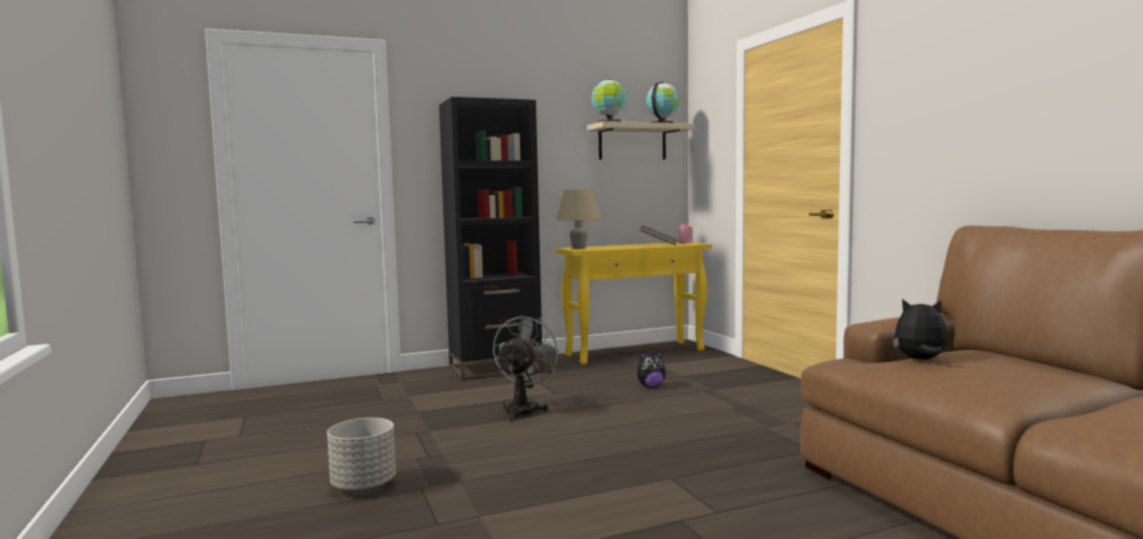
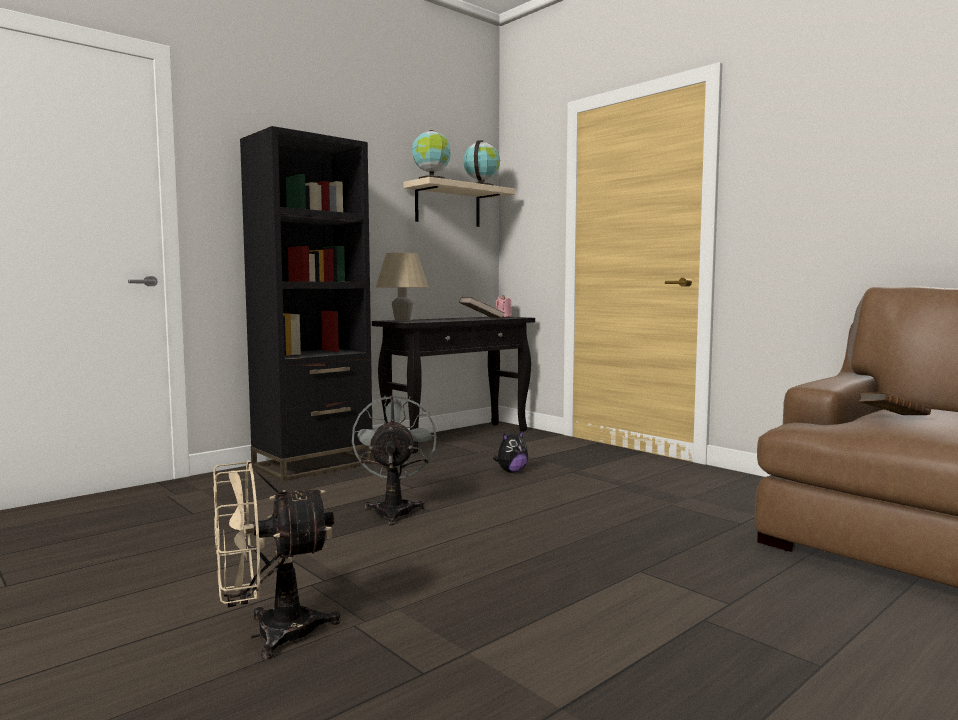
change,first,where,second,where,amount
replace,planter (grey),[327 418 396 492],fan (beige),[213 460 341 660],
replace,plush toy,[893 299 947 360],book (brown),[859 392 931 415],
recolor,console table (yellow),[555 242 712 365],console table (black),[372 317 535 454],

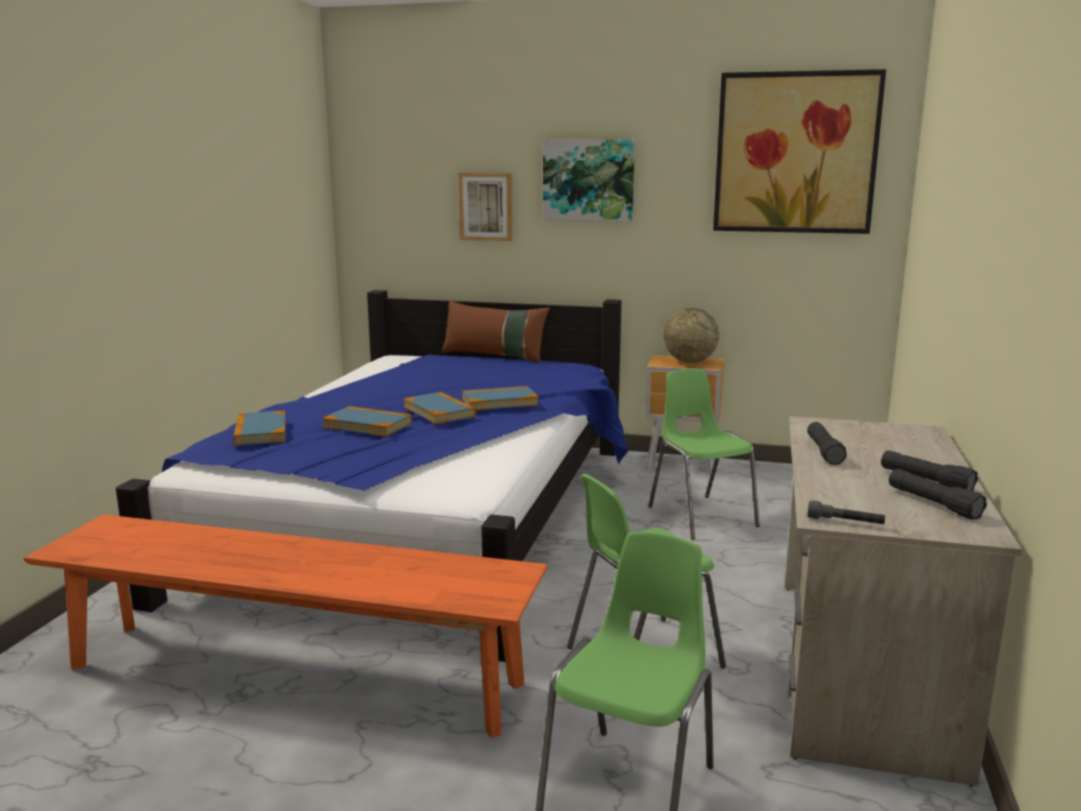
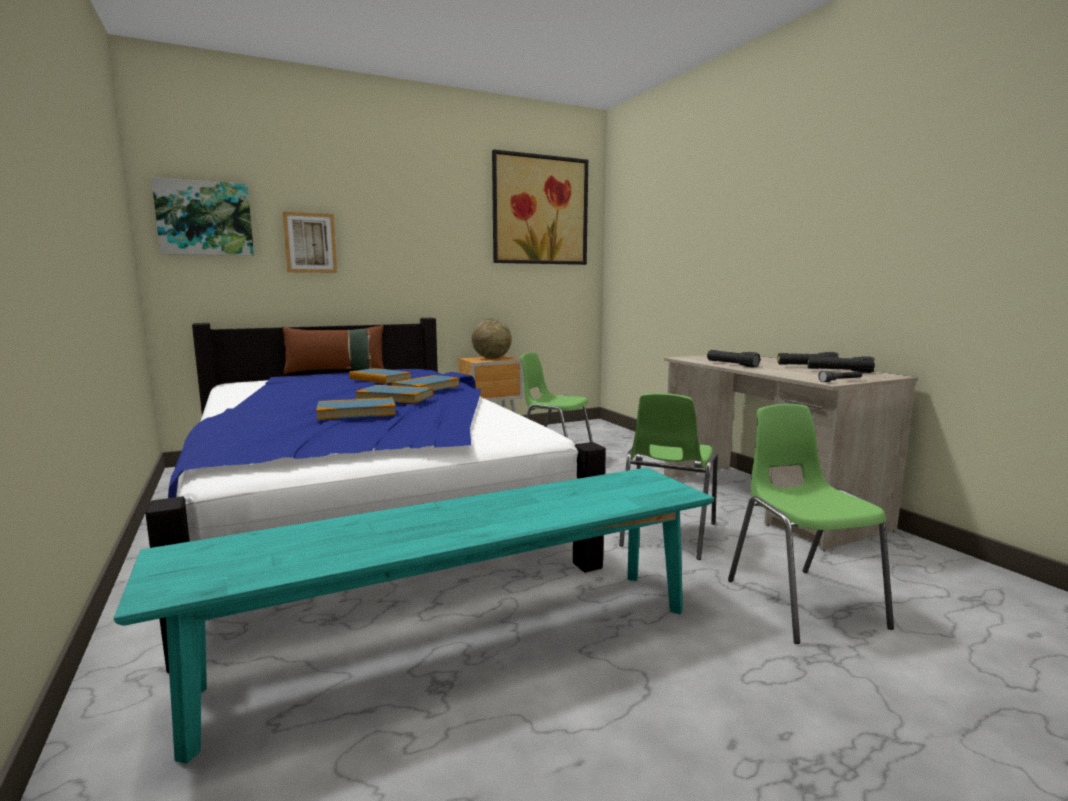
change,first,where,second,where,amount
move,book,[233 411 286 446],,[349 368 411 384],
move,picture,[543 139 635 221],,[151 177 254 256],
recolor,bench (orange),[23 514 548 738],bench (turquoise),[114 468 714 764],

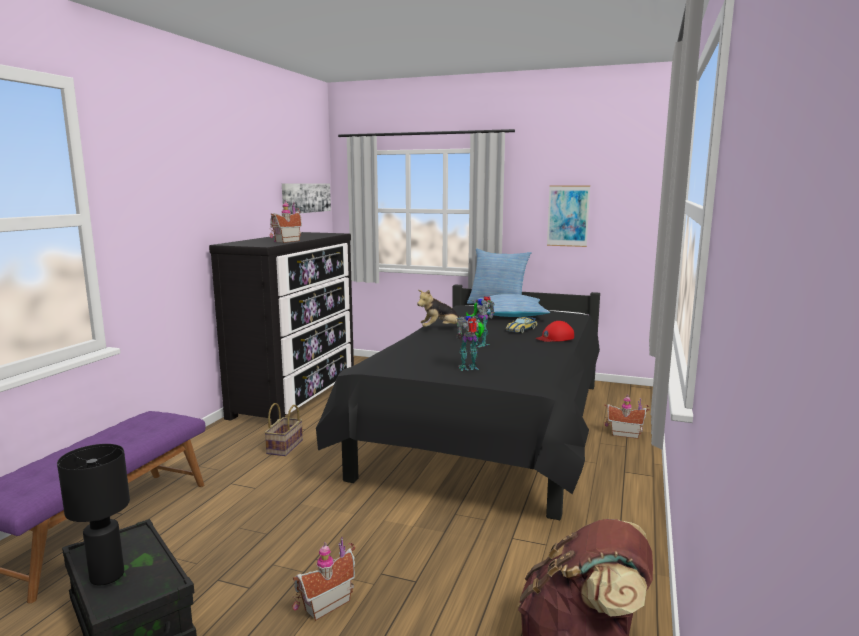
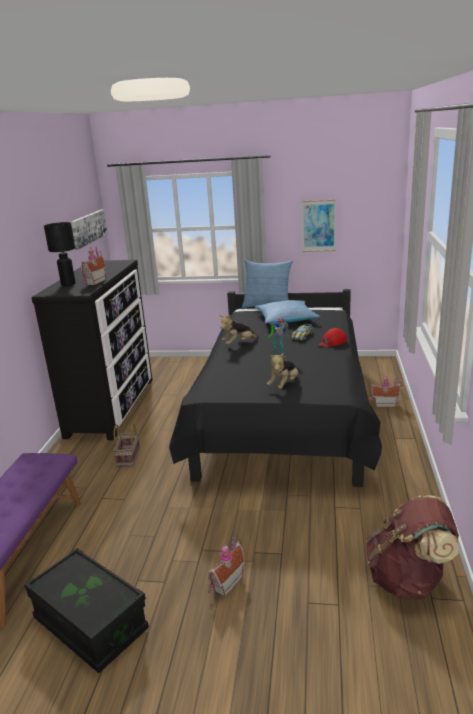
change,first,where,second,where,amount
move,table lamp (black),[57 444 130 585],,[44 222 76 286],
replace,toy robot,[456 315 485 371],plush toy,[267 353 298 389],

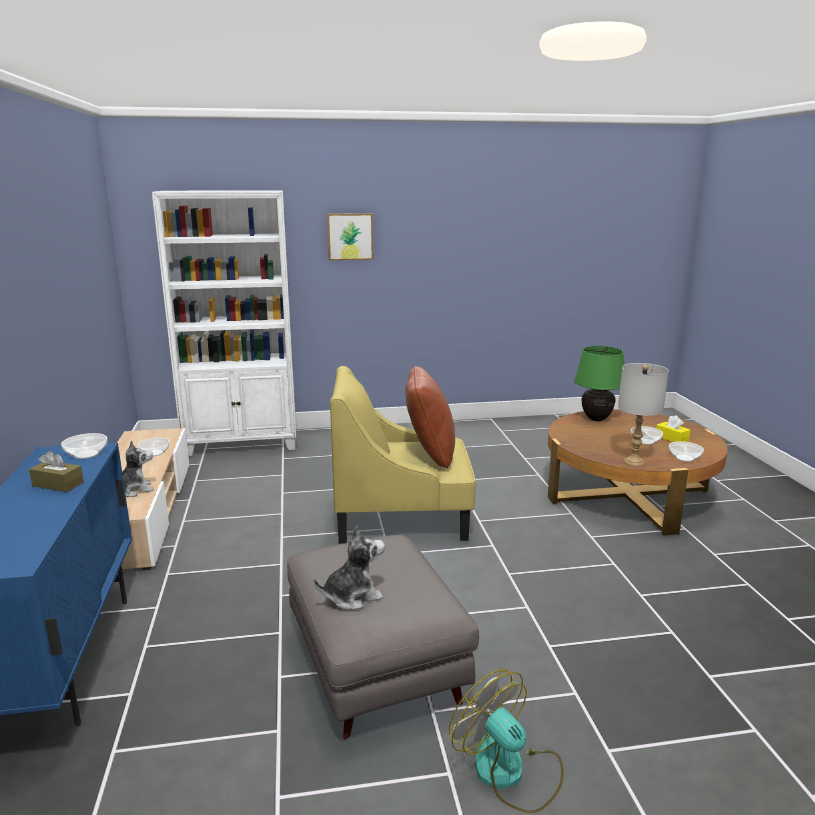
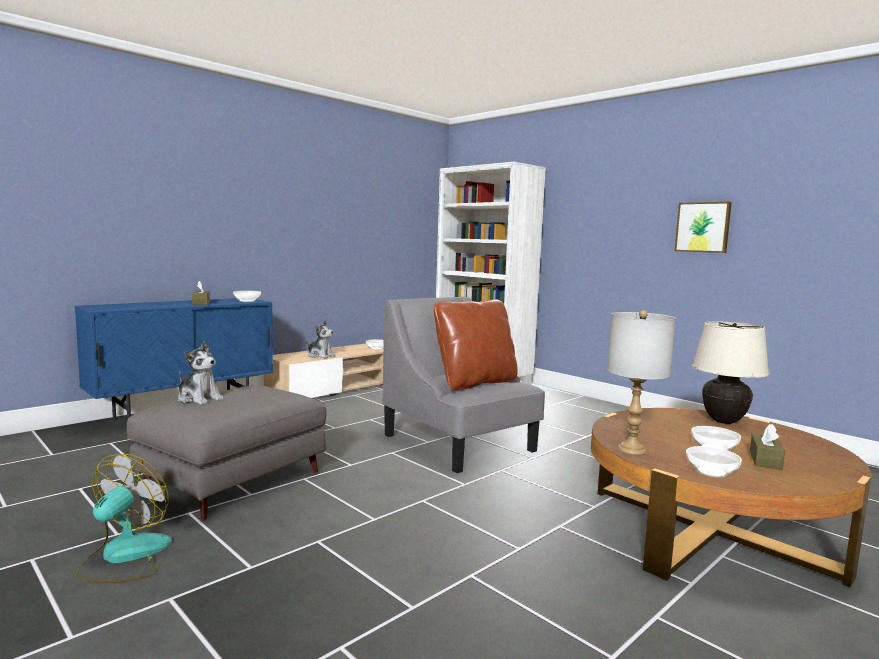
change,first,where,second,where,amount
move,picture,[327 213 373 260],,[675 202 732 253],
recolor,armchair (yellow),[330 366 476 544],armchair (grey),[382 297 545 473],
recolor,table lamp (green),[574 346 624 421],table lamp (beige),[692 321 770 424],
recolor,tissue box (yellow),[656 415 690 442],tissue box (brown),[750 424 785 470],

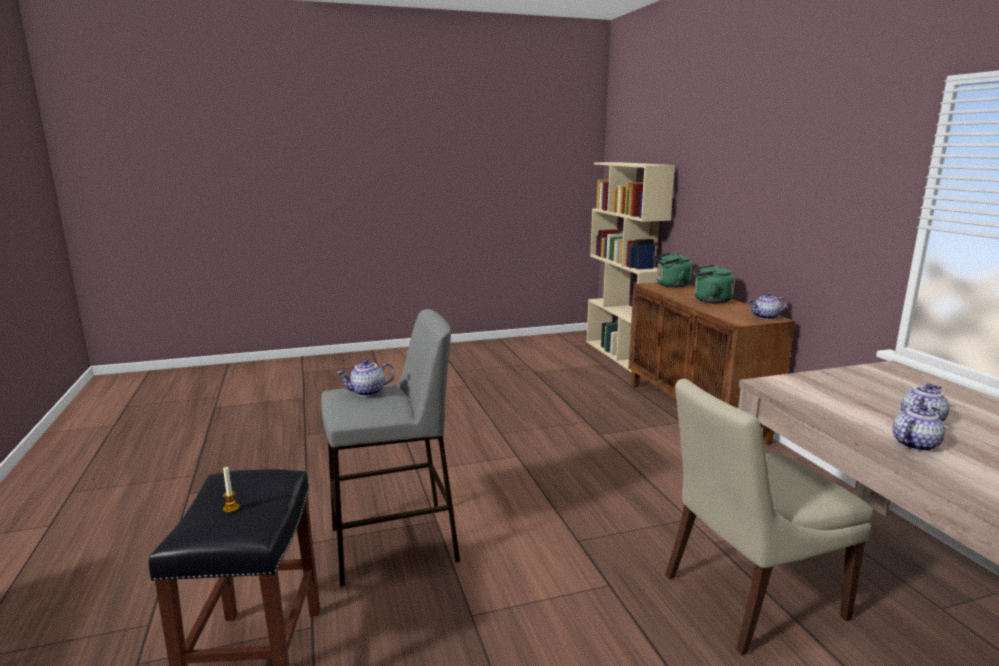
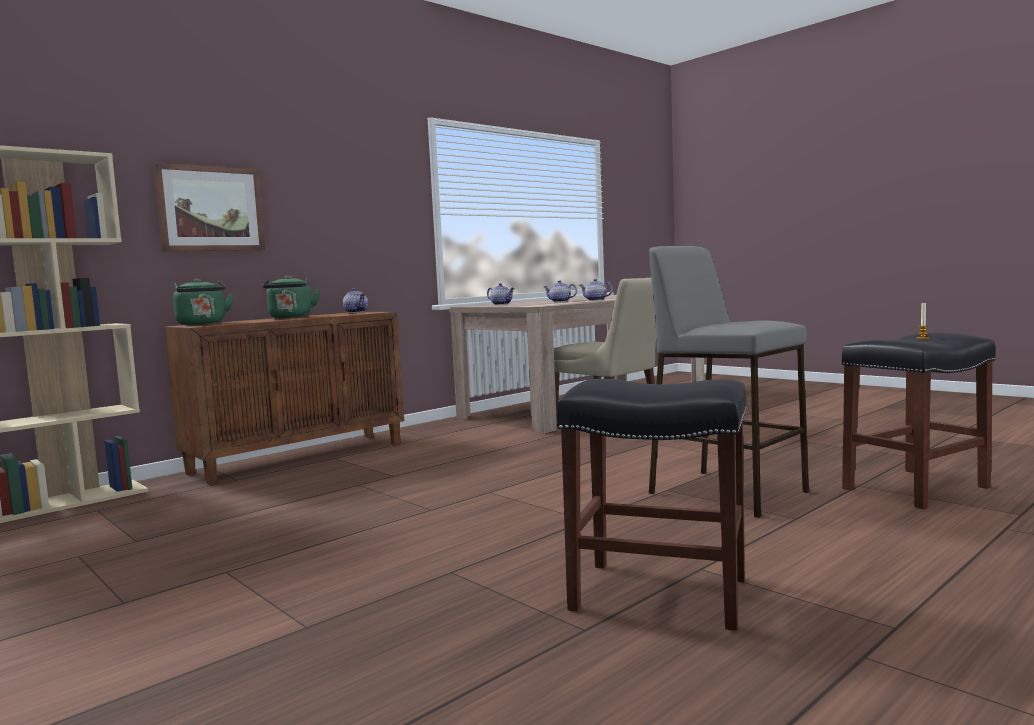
change,first,where,second,where,amount
insert,,,picture,[153 163 265 251],
insert,,,stool (black),[557 379 747 631],
move,teapot,[337 360 395 396],,[487 283 515 305],

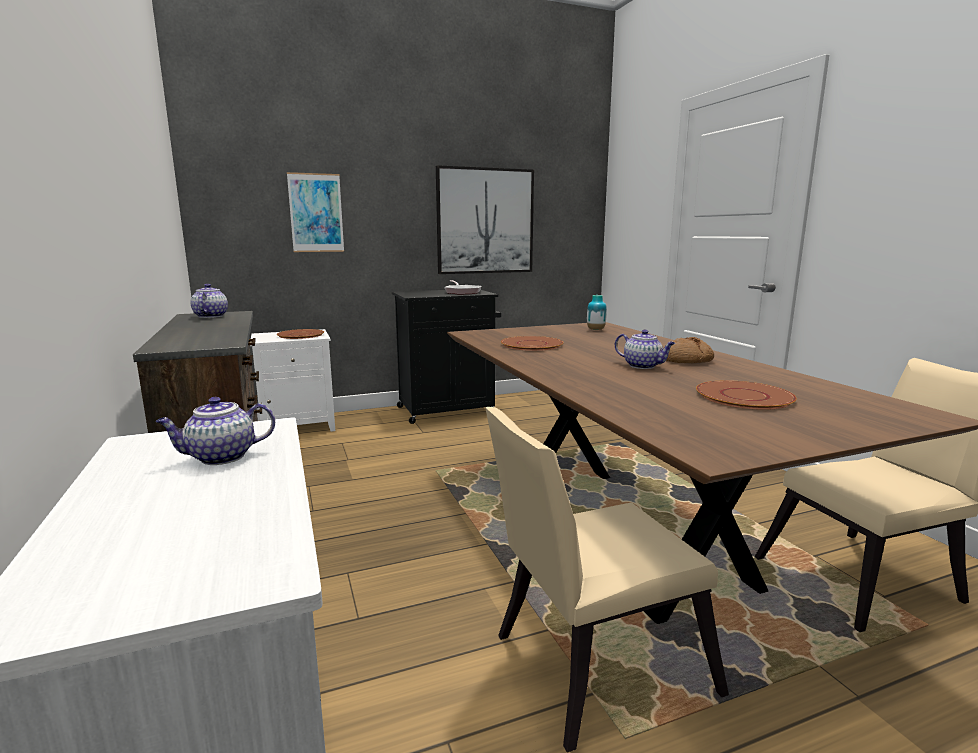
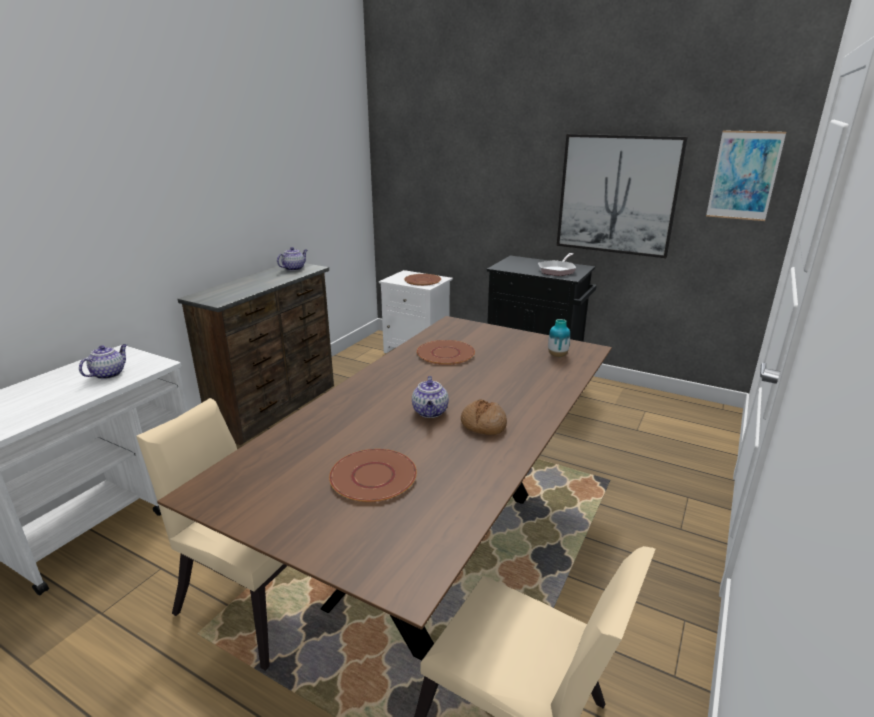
change,first,where,second,where,amount
move,picture,[287 172 344 252],,[706 130 786 221],
rotate,teapot,[155 397 275 465],,[79 344 127 379],90 degrees clockwise

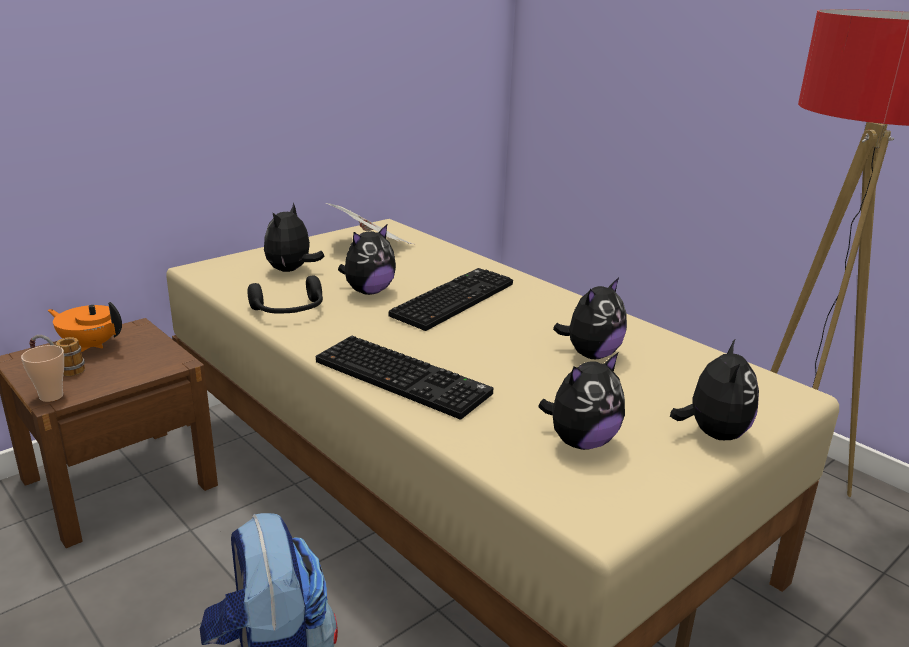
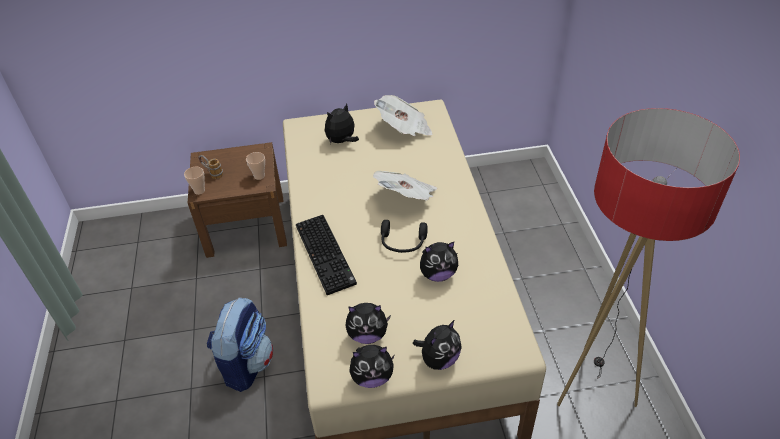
change,first,where,second,where,amount
delete,teapot (orange),[48 302 122 352],,,
insert,,,cup,[246 152 265 180],
move,headphones (black),[248 276 323 314],,[381 220 428 253],
move,plush toy,[338 224 396 295],,[349 345 395 388],
replace,keyboard,[389 268 513 331],newspaper,[373 171 437 201],

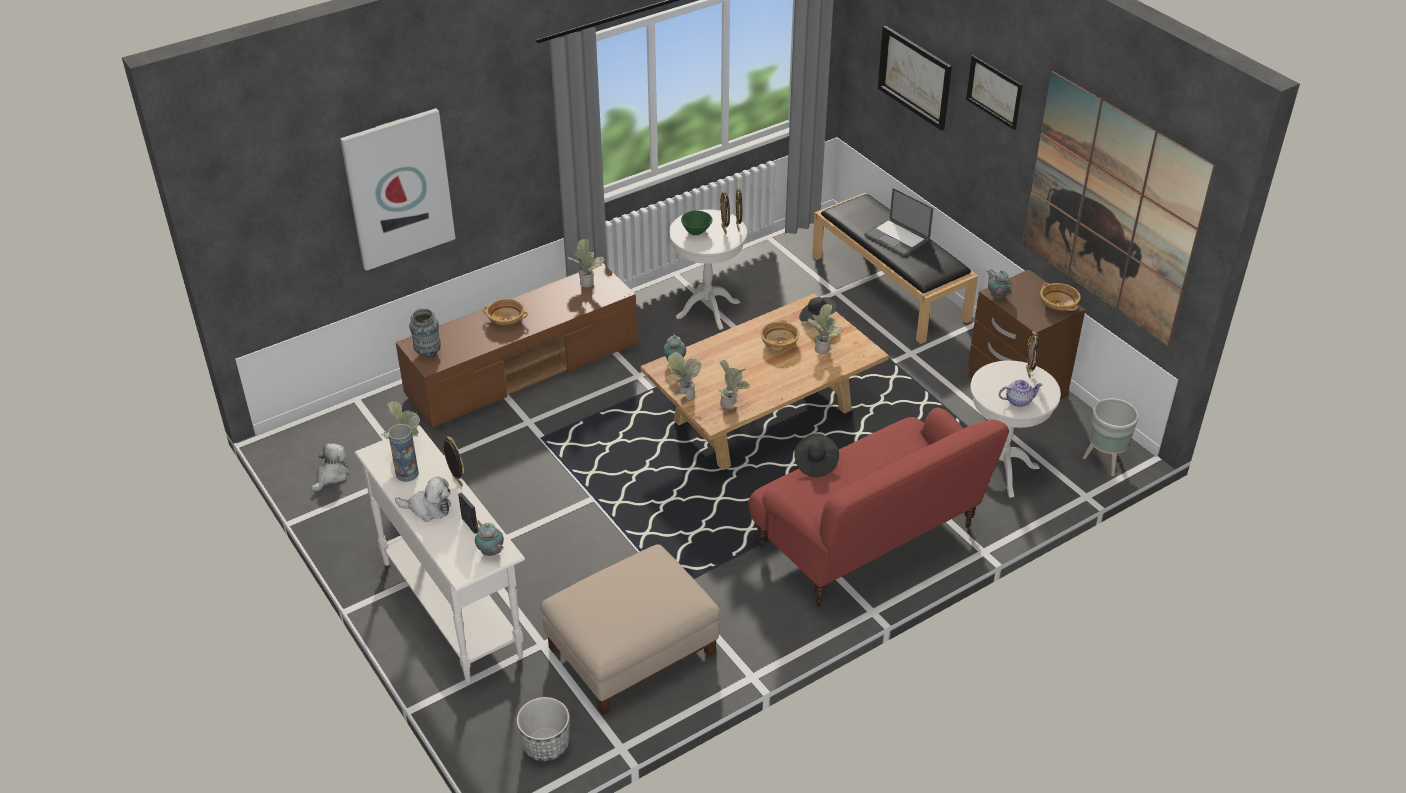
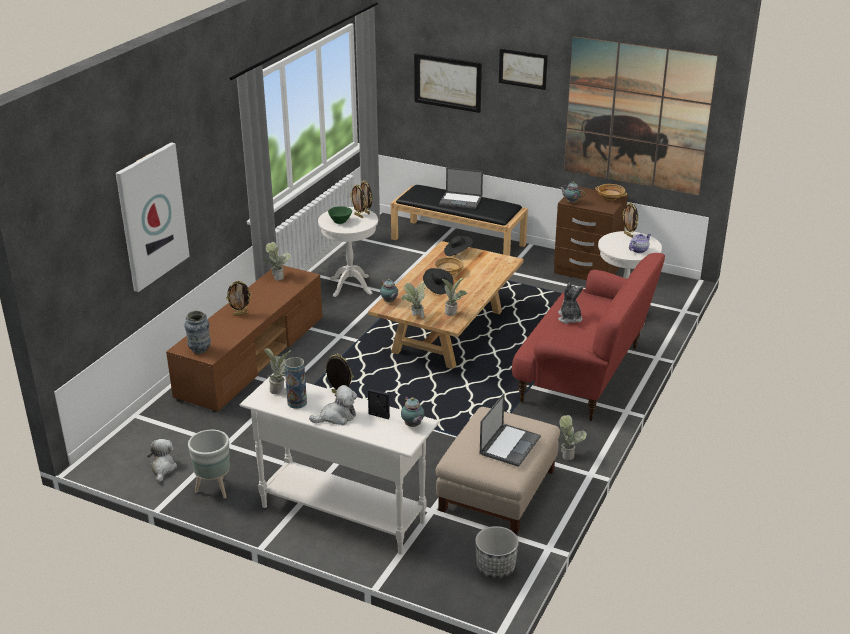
change,first,where,second,where,amount
insert,,,laptop,[480 393 541 467],
insert,,,plush toy,[558 283 583 324],
move,hat (black),[794 434 839 477],,[423 268 454 294],
move,potted plant,[808 304 843 354],,[559 415 587 460],
move,planter (grey),[1083 398 1139 476],,[188 430 230 499],
replace,bowl (beige),[483 299 528 326],picture frame,[226 281 252 316],
rotate,teapot,[475 520 504 556],,[401 397 425 427],45 degrees clockwise

